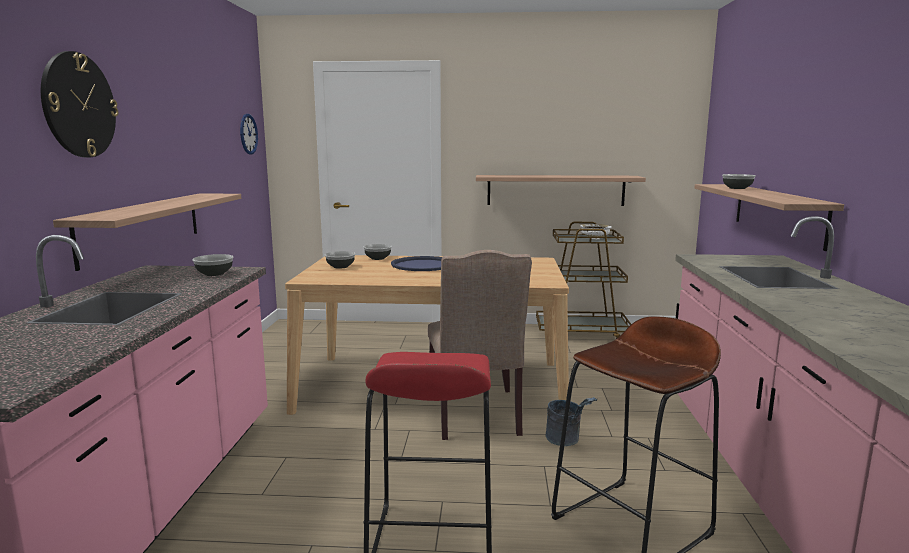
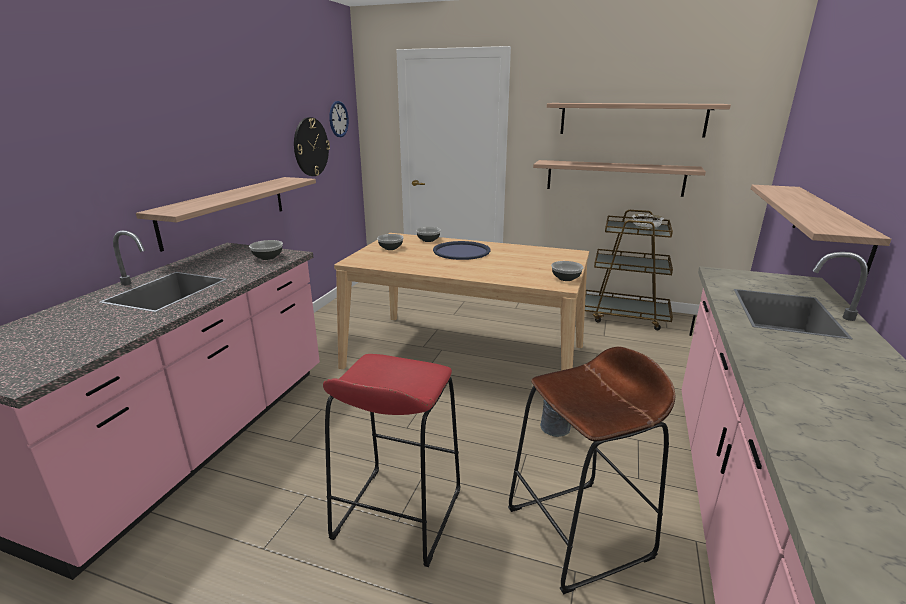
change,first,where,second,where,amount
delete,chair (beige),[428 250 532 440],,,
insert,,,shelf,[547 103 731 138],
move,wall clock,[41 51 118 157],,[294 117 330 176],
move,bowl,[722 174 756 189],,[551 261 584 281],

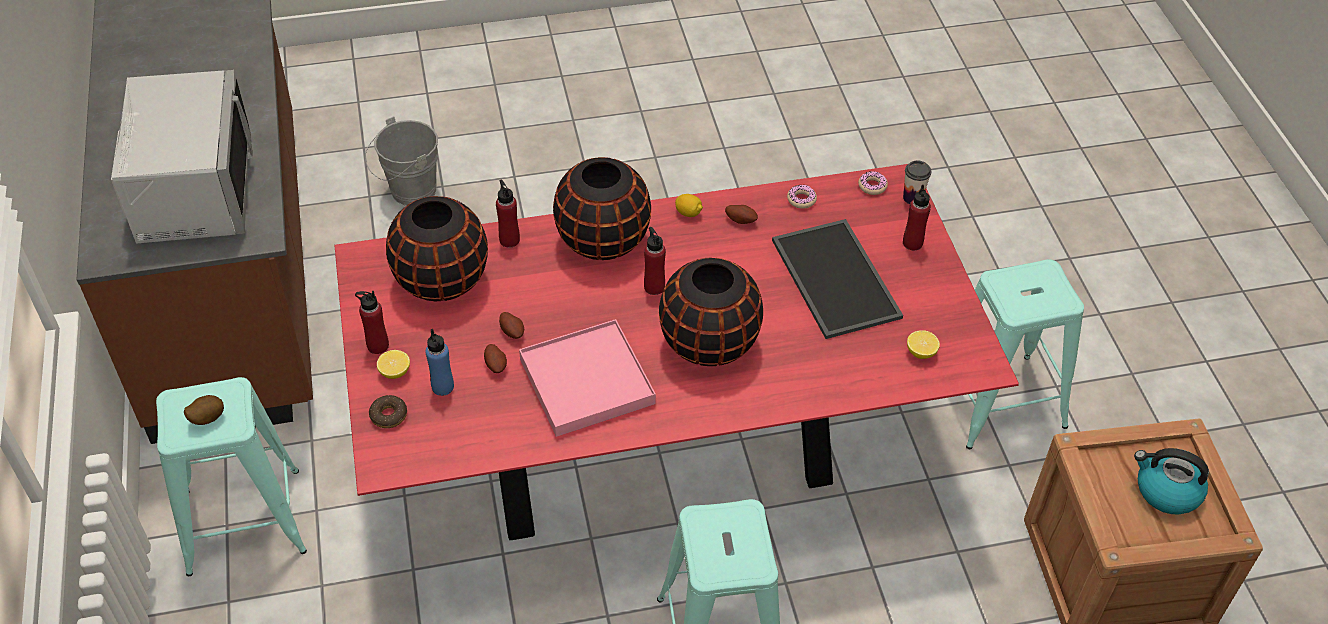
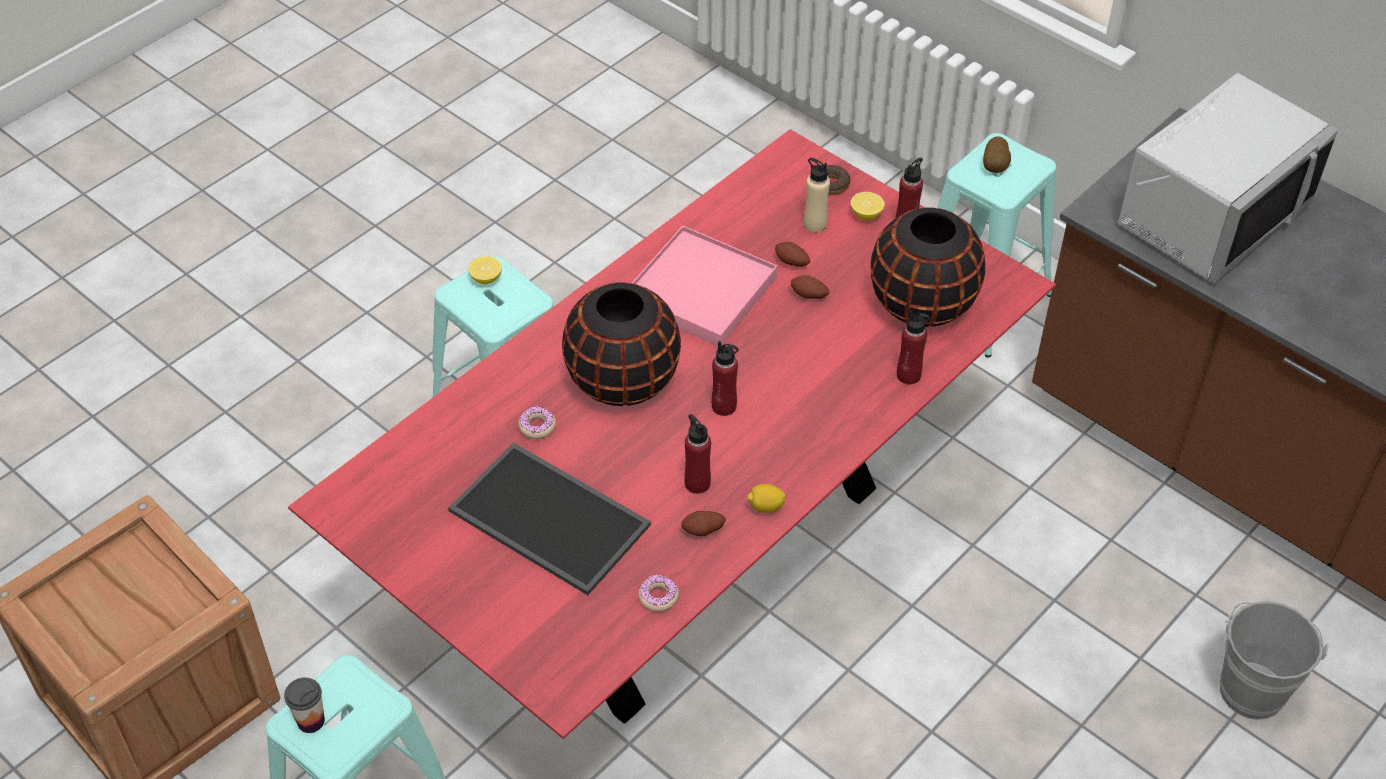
change,first,where,second,where,amount
delete,vase (black),[553 157 651 260],,,
delete,kettle,[1134 448 1209 515],,,
move,donut,[858 171 888 195],,[518 406 556 439],
move,cup,[903 161 931 204],,[284 678 325 733],
move,bottle (red),[903 185 931 250],,[684 414 711 494],
move,lemon,[907 330 940 359],,[468 256 502 284],
recolor,bottle (blue),[426 329 454 396],bottle (beige),[804 158 830 233],
rotate,microwave (grey),[111 70 253 244],,[1118 73 1338 284],90 degrees counterclockwise

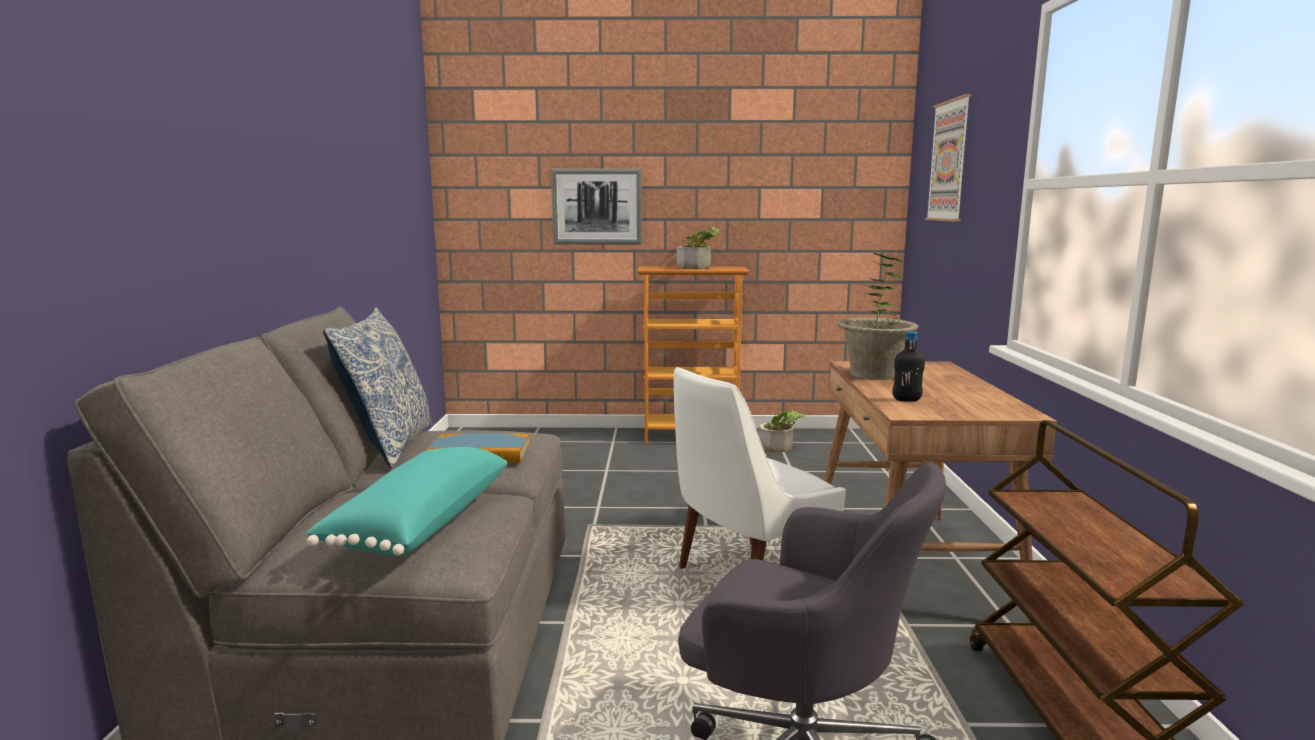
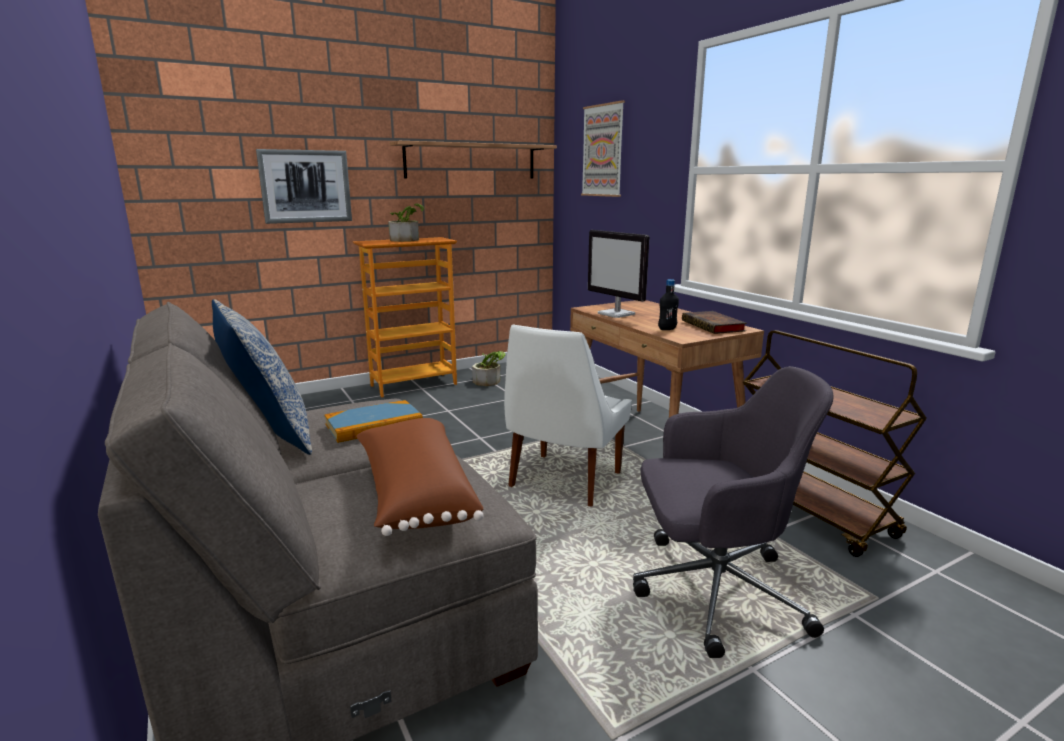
change,first,where,second,where,amount
insert,,,shelf,[390 141 557 178],
insert,,,book,[682 311 747 334],
replace,potted plant,[837 253 919 380],monitor,[588 230 650 318],
recolor,pillow (turquoise),[305 447 507 555],pillow (brown),[356 418 483 536],

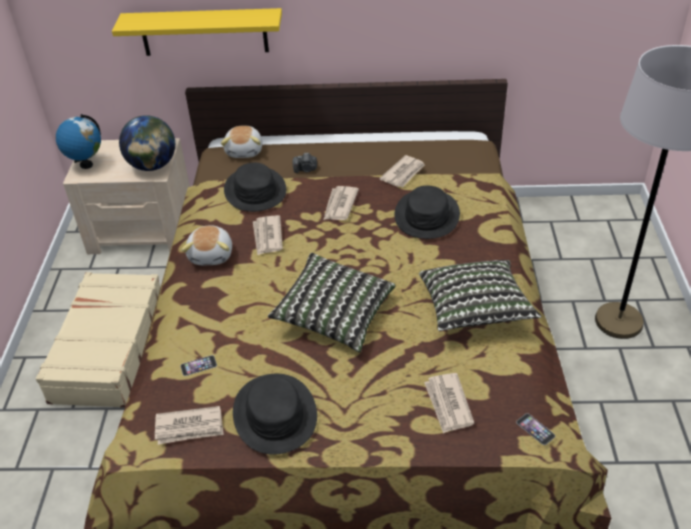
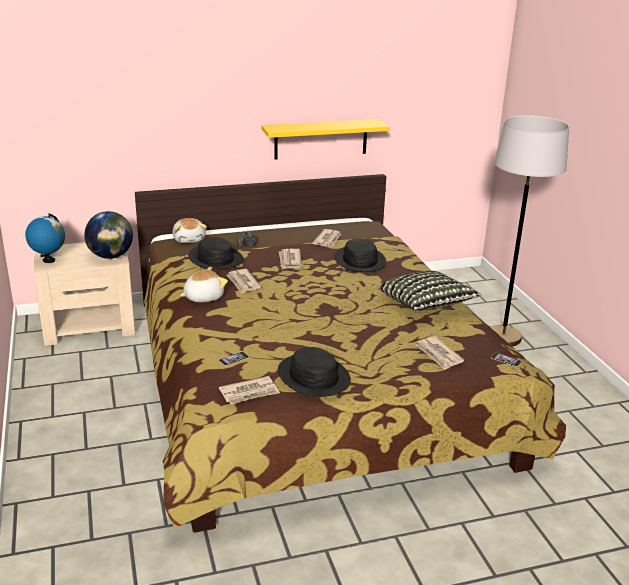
change,first,where,second,where,amount
delete,suitcase (beige),[36 272 161 408],,,
delete,pillow,[268 253 396 353],,,
move,shelf (yellow),[112 8 282 56],,[261 119 390 159],
rotate,plush toy,[182 225 232 265],,[180 267 228 302],105 degrees counterclockwise

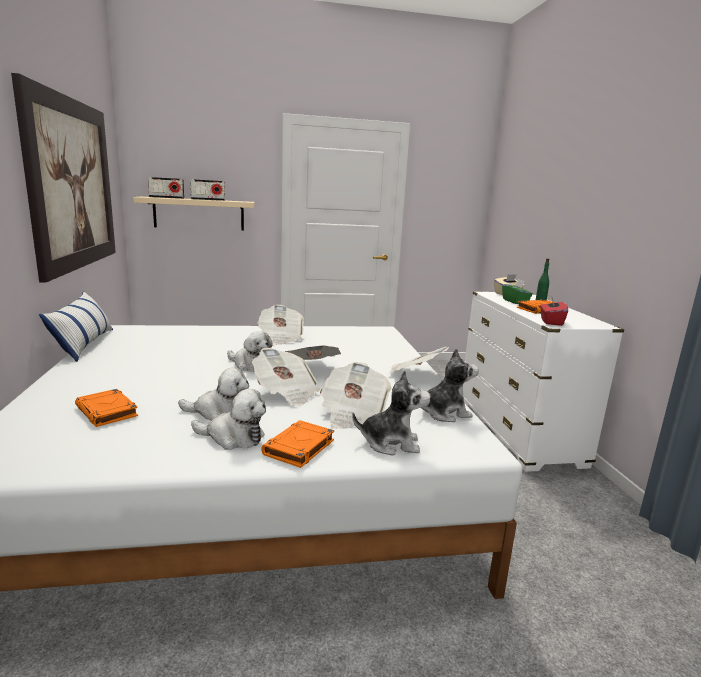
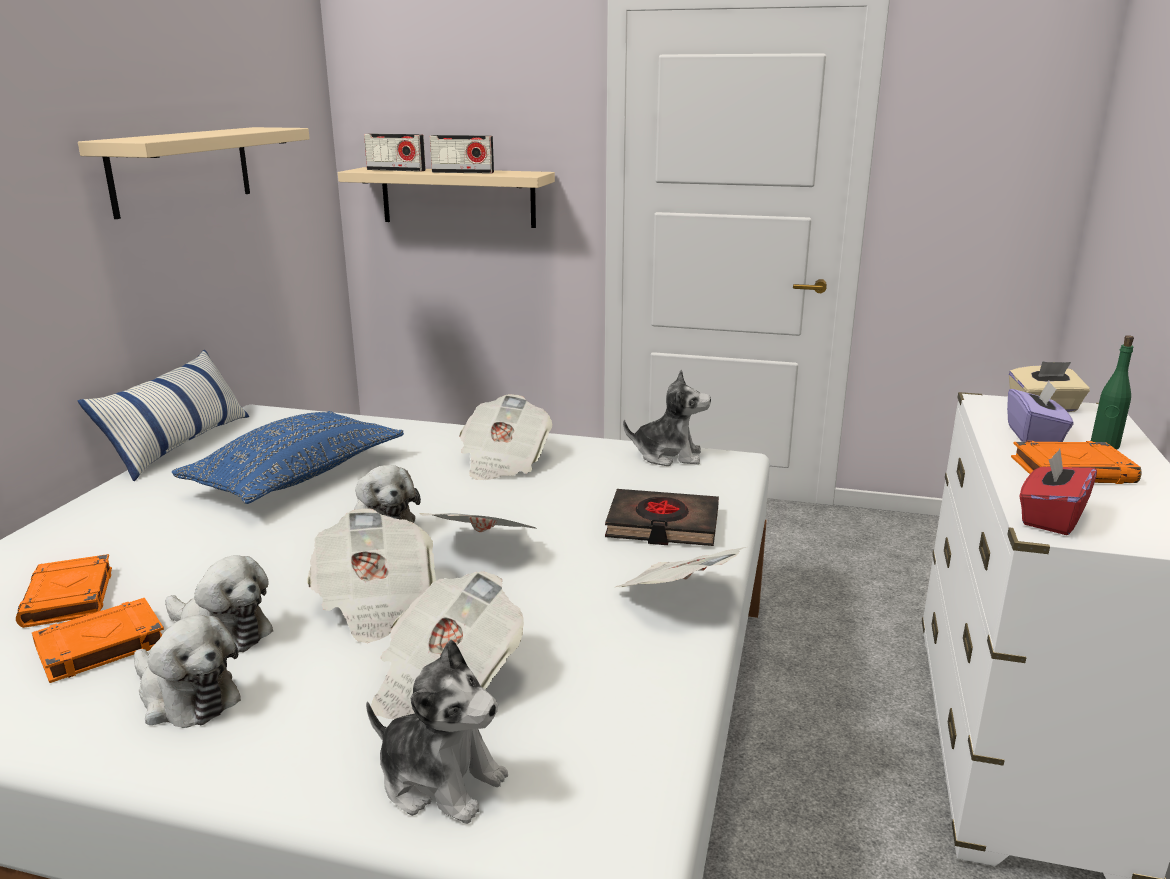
change,first,where,second,where,amount
insert,,,pillow (blue),[172 411 404 504],
insert,,,book (black),[605 489 719 546],
move,book (orange),[261 420 334 468],,[32 598 164 683],
move,plush toy,[421 349 479 422],,[623 370 711 466],
replace,picture,[11 73 116 283],shelf (beige),[78 127 310 219],
recolor,tissue box (green),[502 279 533 304],tissue box (purple),[1007 381 1074 442],

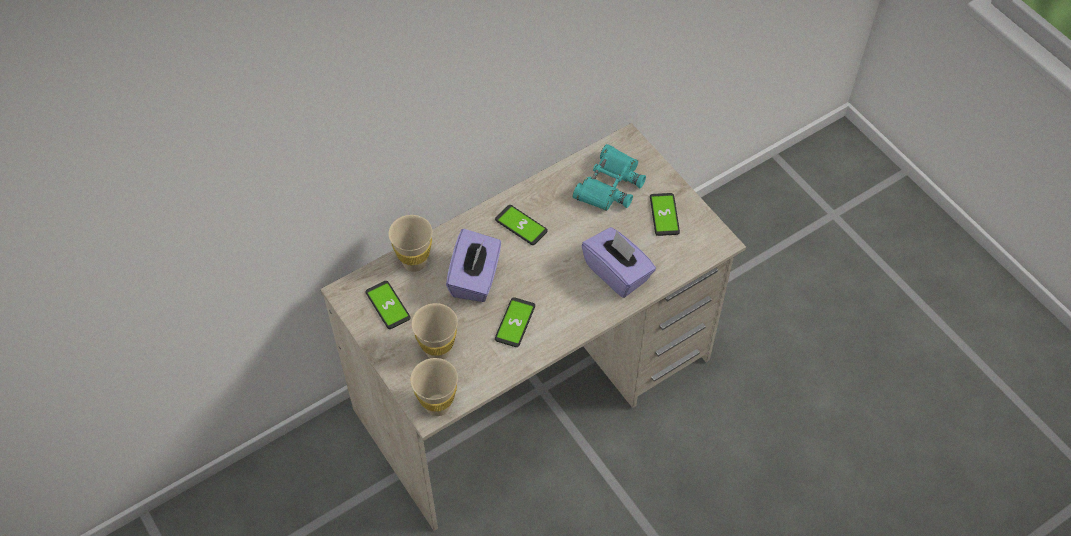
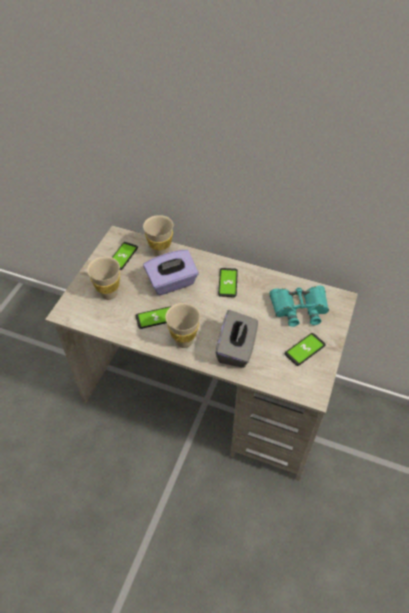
change,first,where,second,where,amount
move,cup (beige),[410 358 458 416],,[165 303 200 348],
recolor,tissue box (purple),[582 227 656 298],tissue box (grey),[216 310 258 368],

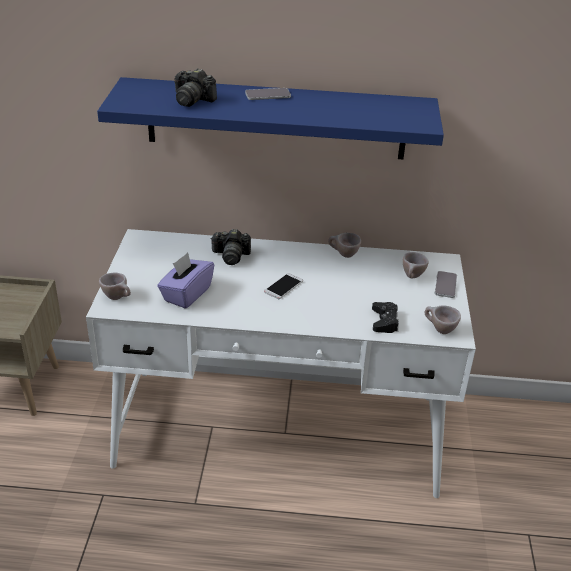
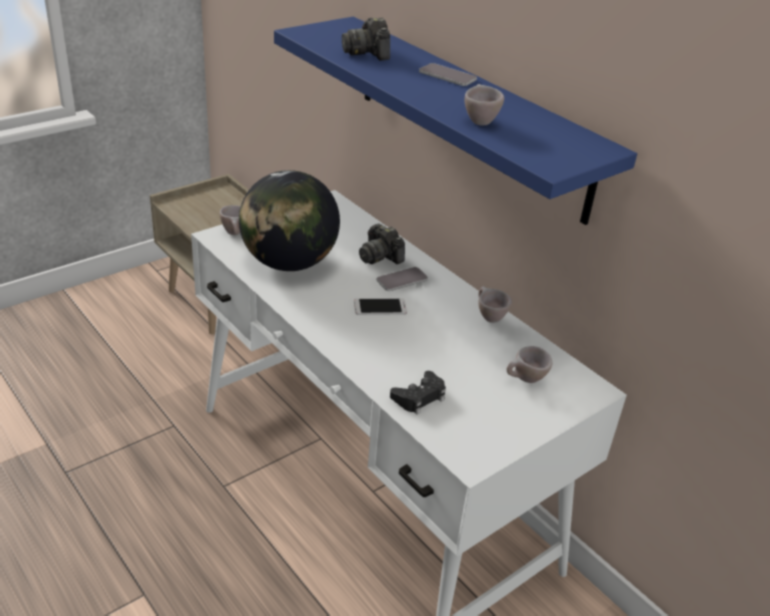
change,first,where,second,where,amount
move,cup (beige),[425 305 461 334],,[465 84 504 126],
move,phone,[435 271 457 298],,[377 267 428 291],
replace,tissue box (purple),[157 253 214 309],globe,[239 170 340 271],

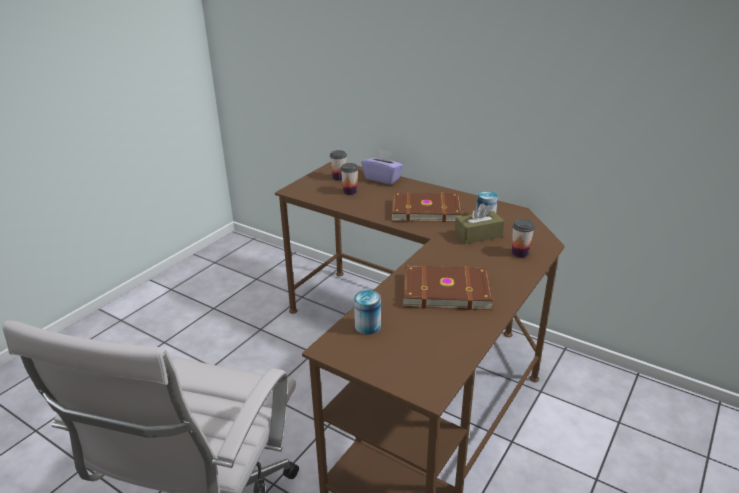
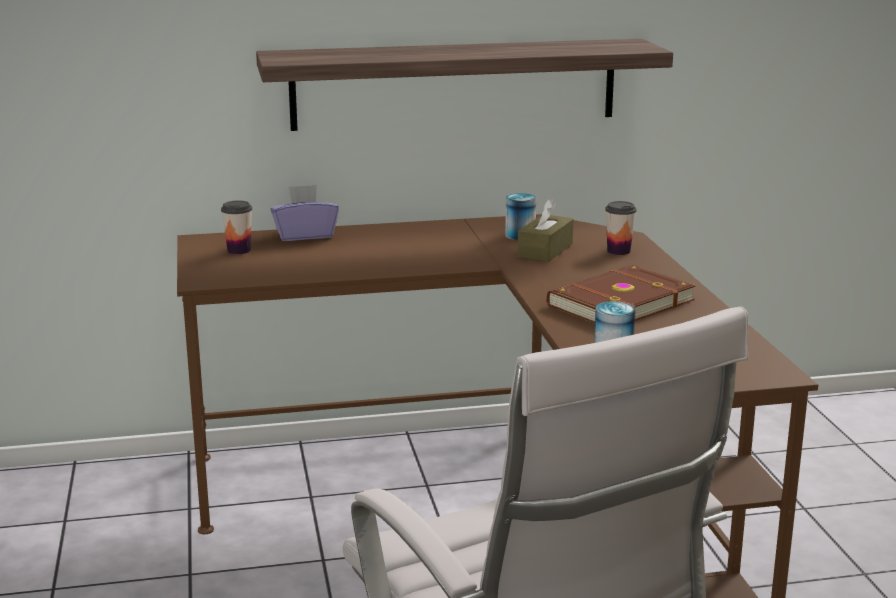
change,first,where,second,where,amount
delete,cup,[340 163 359 195],,,
delete,book (brown),[392 192 463 223],,,
insert,,,shelf,[256 39 673 131],

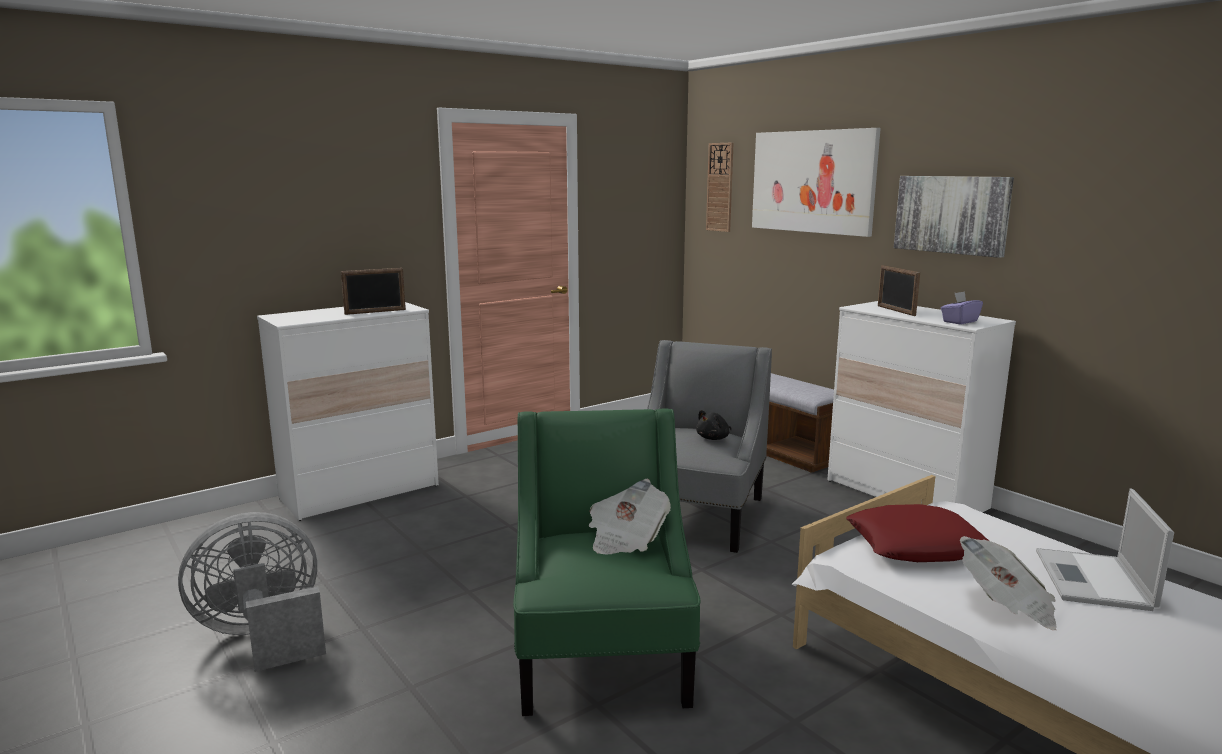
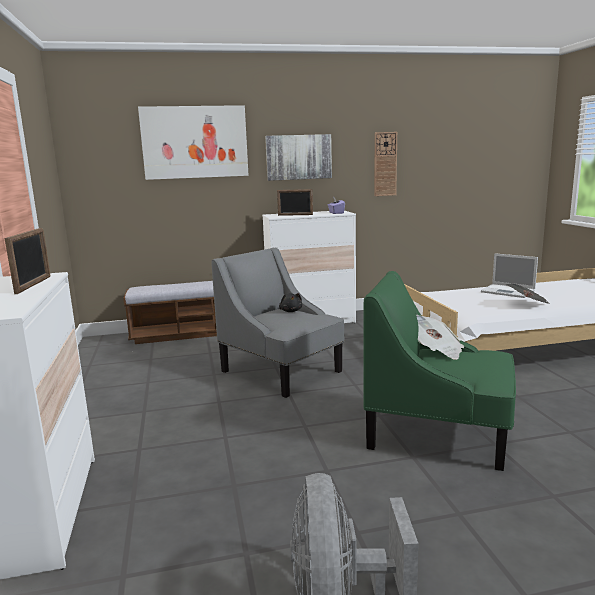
change,first,where,second,where,amount
delete,pillow (red),[846 504 989 562],,,
move,wall clock,[706 143 734 232],,[374 132 397 196],

